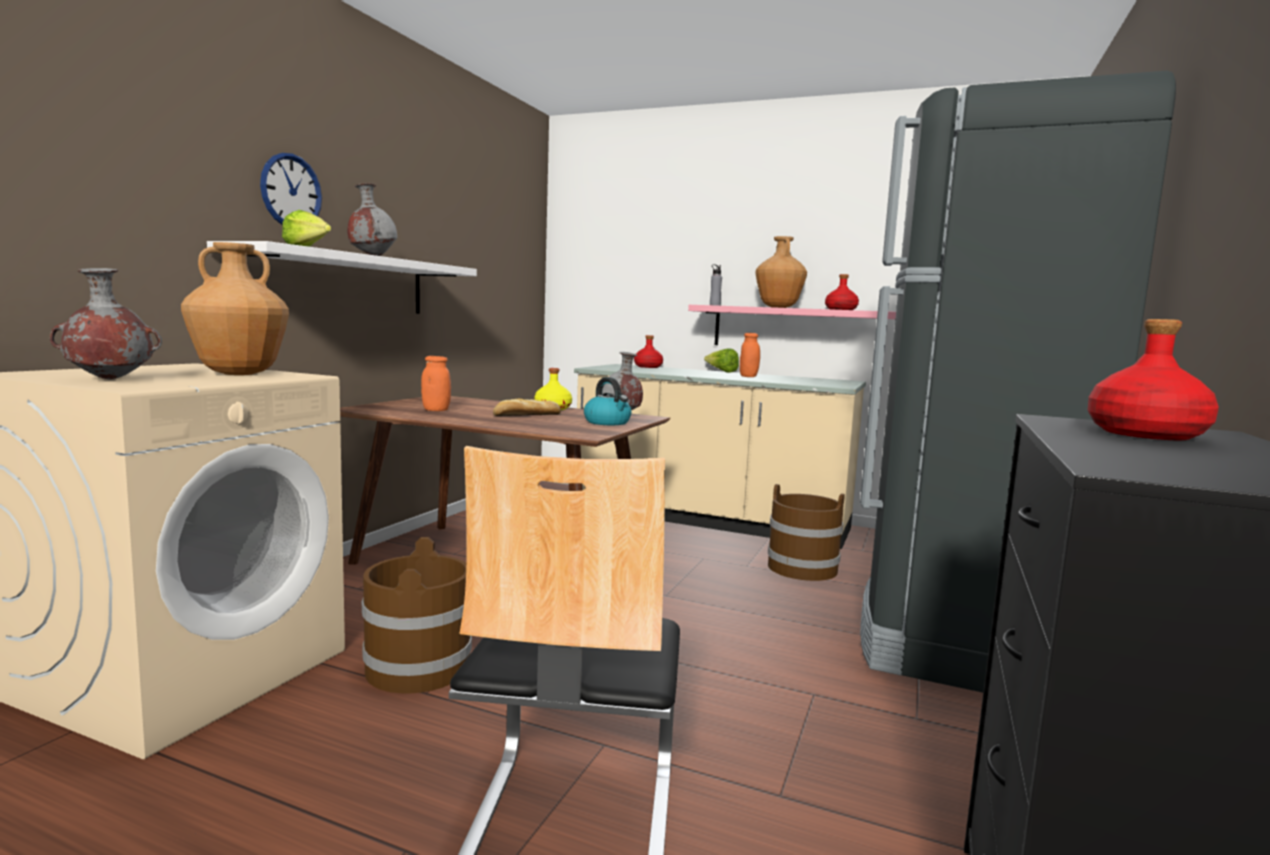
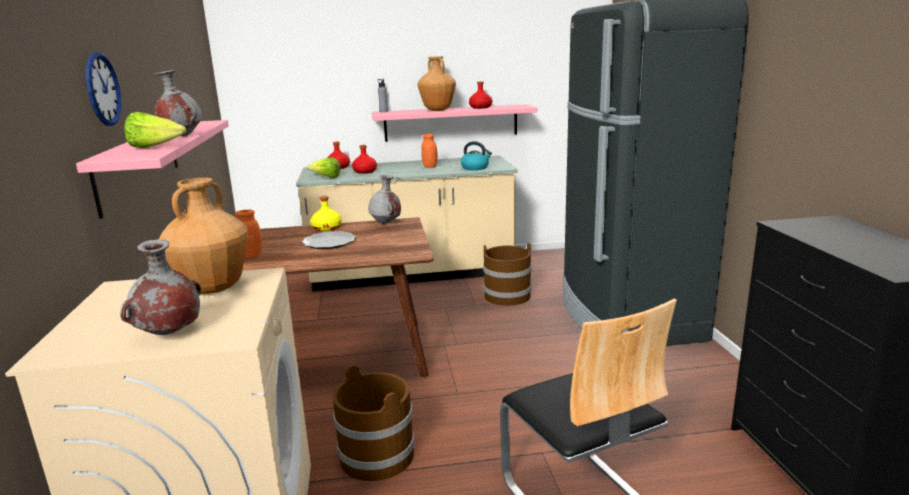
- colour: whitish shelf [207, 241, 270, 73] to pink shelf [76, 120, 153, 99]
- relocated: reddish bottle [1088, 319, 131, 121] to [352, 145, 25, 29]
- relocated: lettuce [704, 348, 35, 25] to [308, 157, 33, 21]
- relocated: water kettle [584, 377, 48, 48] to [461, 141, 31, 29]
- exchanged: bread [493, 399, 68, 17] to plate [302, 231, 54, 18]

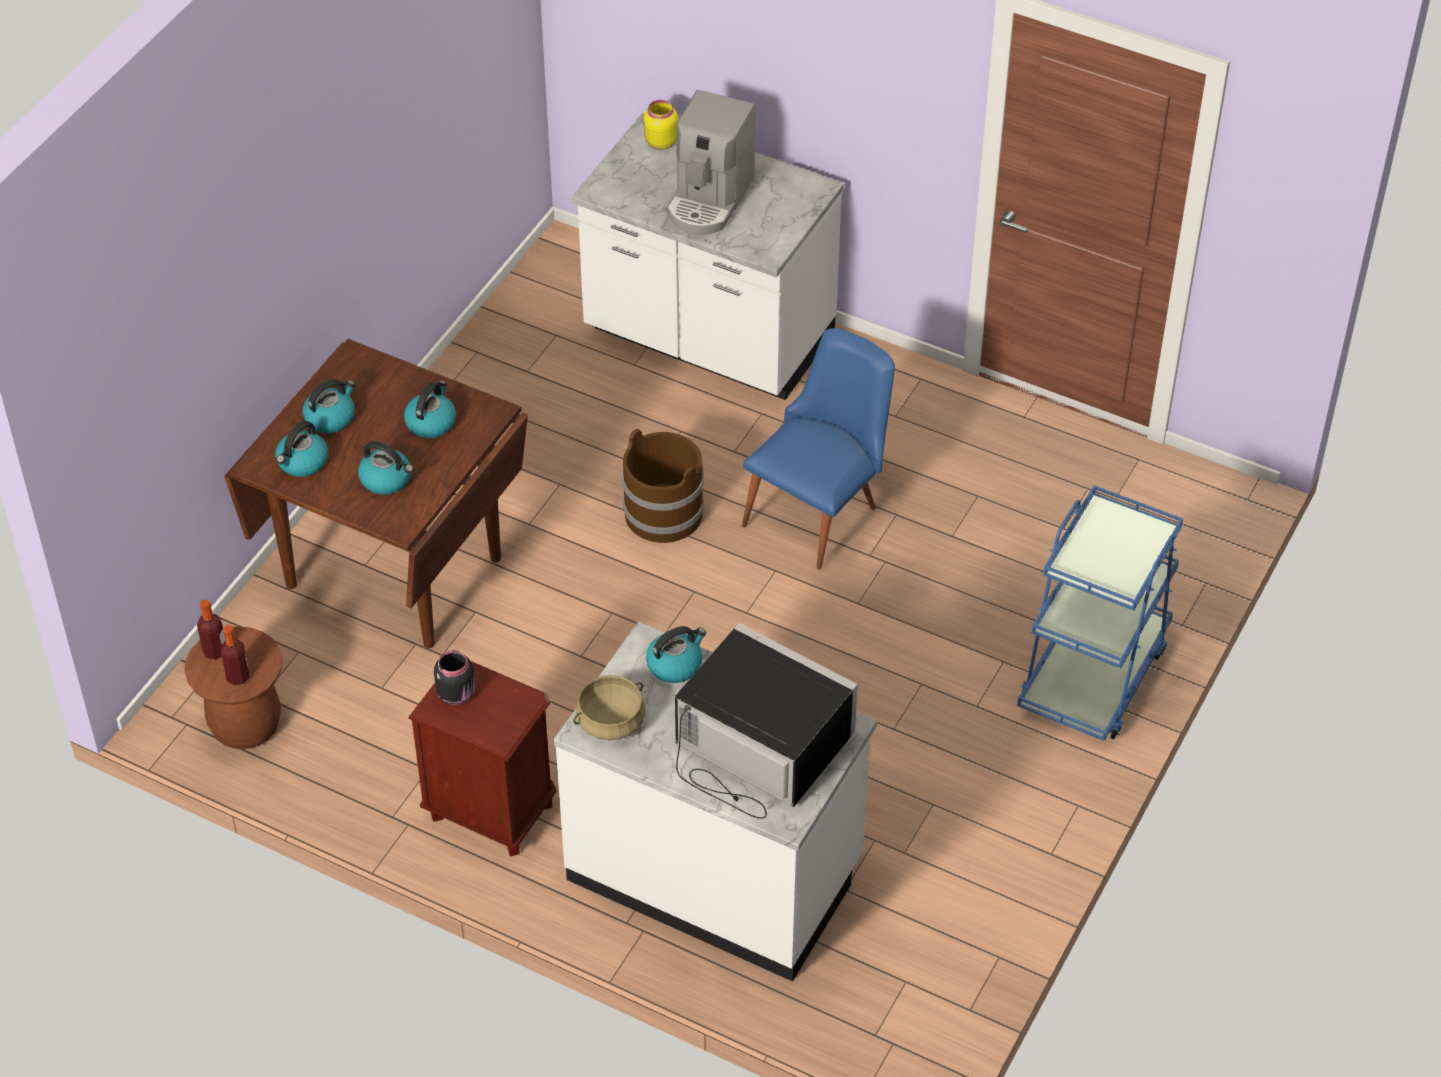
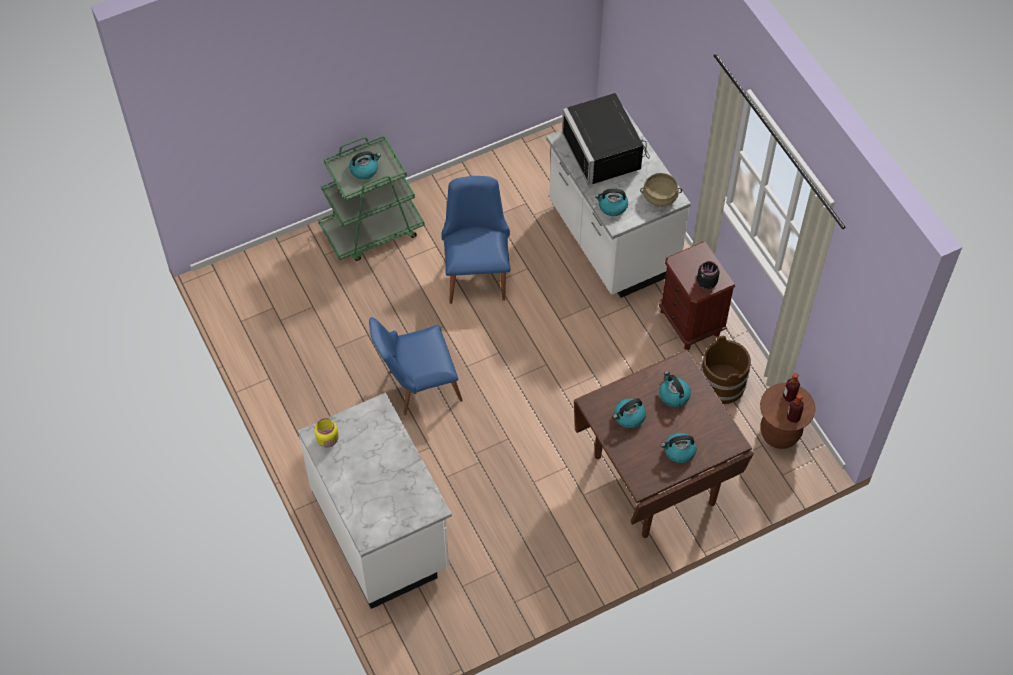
- missing: coffee brewer [666, 90, 90, 145]
- relocated: yellow-coloured storage jar [644, 100, 34, 50] to [314, 418, 25, 29]
- relocated: water kettle [275, 421, 53, 56] to [349, 151, 32, 28]
- relocated: brown water bucket [622, 429, 82, 114] to [701, 336, 50, 68]
- colour: bluish wheeled cart [1017, 485, 166, 256] to green wheeled cart [318, 135, 107, 126]
- appeared: bluish upright chair [441, 176, 70, 128]

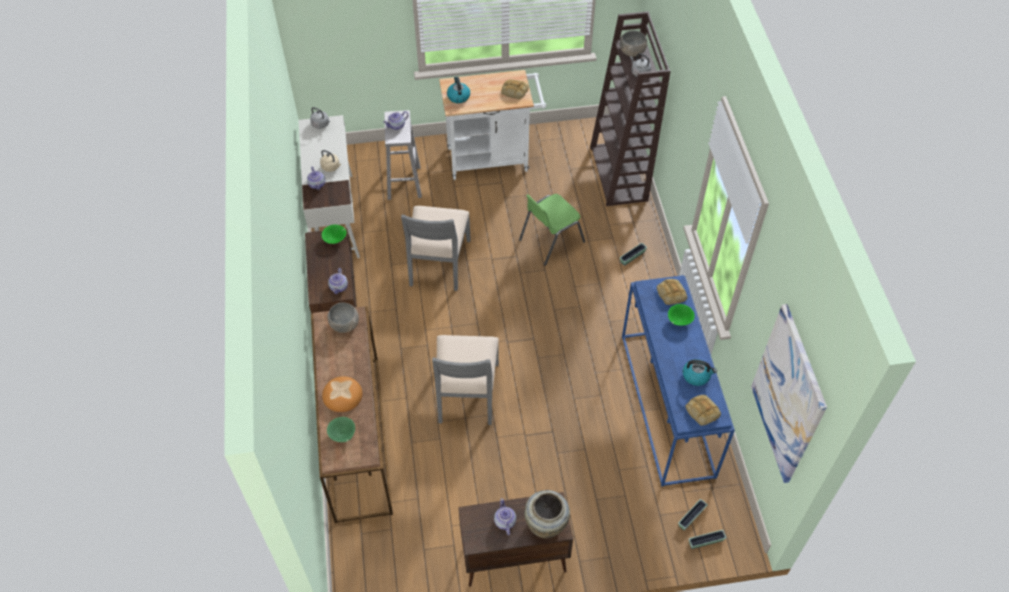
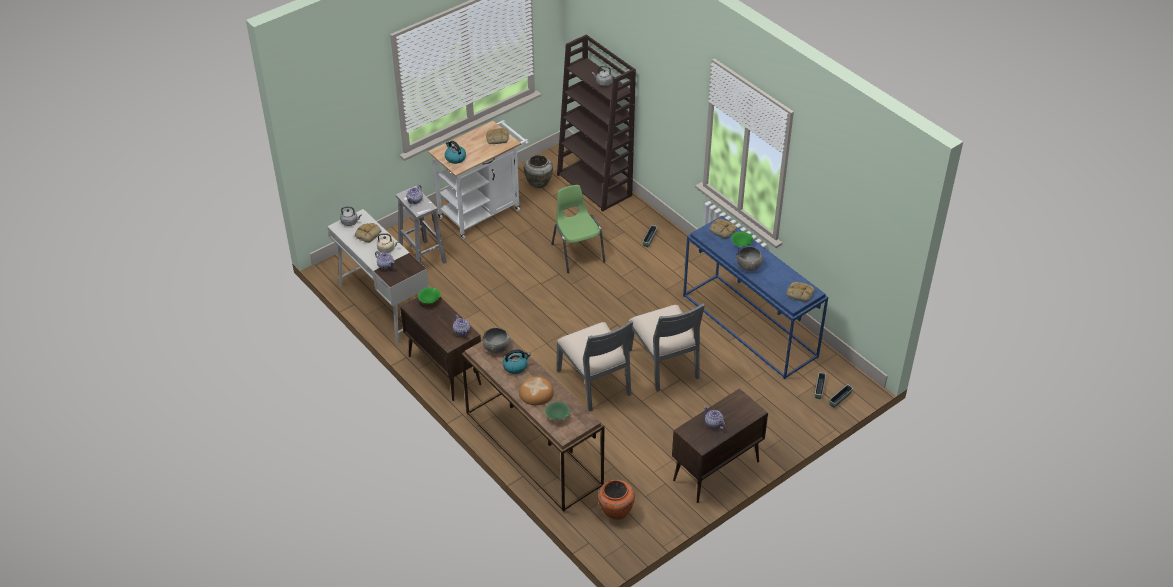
- relocated: gray bowl [620, 31, 27, 26] to [736, 246, 27, 25]
- spun: green upright chair [519, 194, 66, 72] = [552, 185, 53, 88] 135 degrees clockwise
- relocated: gray upright chair [401, 206, 70, 85] to [629, 303, 76, 89]
- missing: wall art [751, 304, 76, 179]
- relocated: water kettle [683, 359, 34, 27] to [503, 349, 28, 25]
- relocated: beige-coloured flower vase [524, 490, 46, 48] to [524, 155, 29, 33]
- appeared: bread [355, 223, 26, 20]
- appeared: orange-coloured flower vase [598, 480, 37, 40]

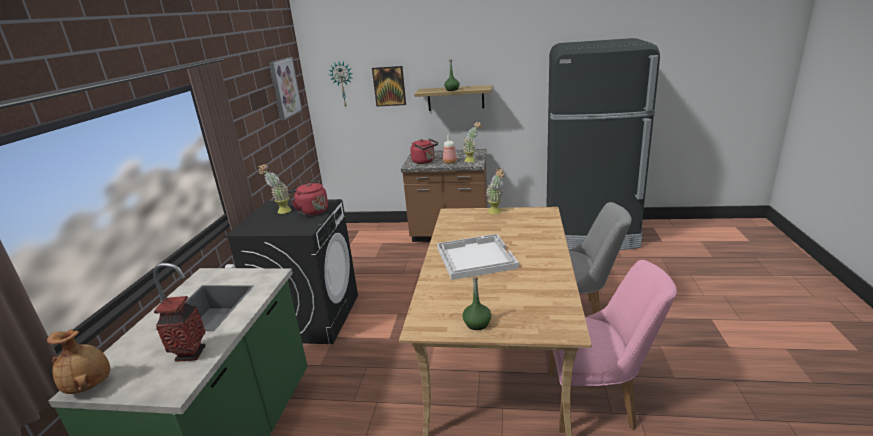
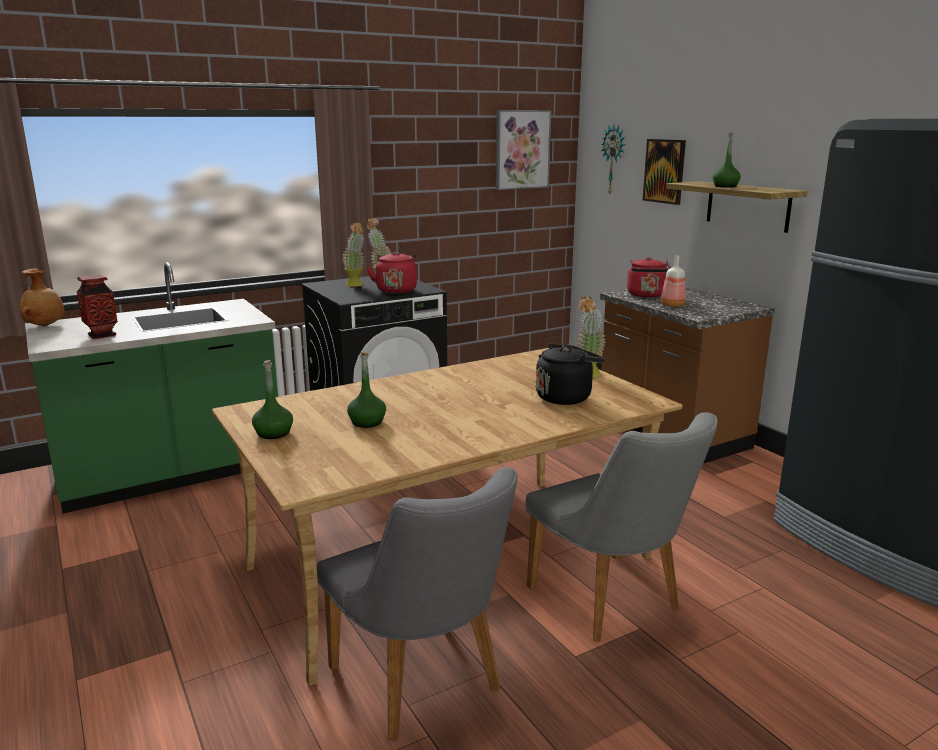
- relocated: plant in a pot [463, 122, 19, 40] to [343, 222, 21, 65]
- missing: whitish carrying tray [437, 234, 82, 46]
- colour: pink upright chair [549, 260, 128, 173] to gray upright chair [317, 468, 201, 272]
- appeared: black water kettle [536, 343, 69, 62]
- appeared: green bottle [347, 351, 39, 77]

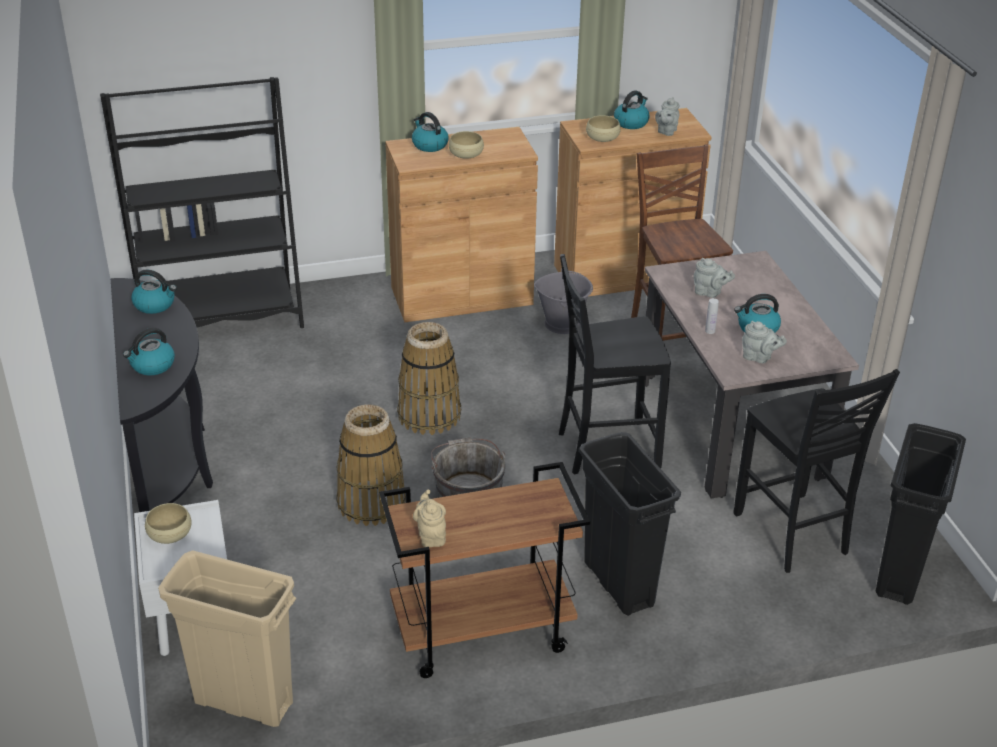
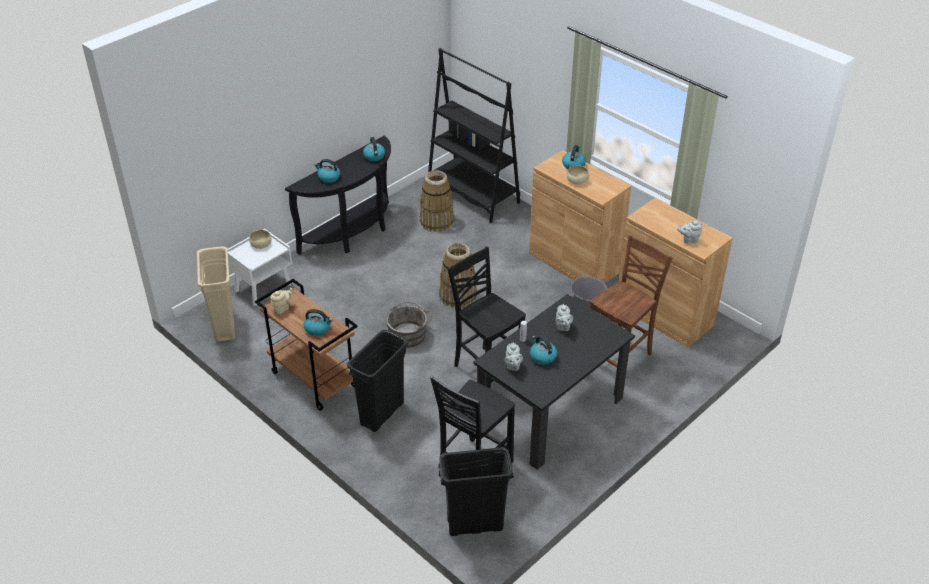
- relocated: water kettle [614, 90, 35, 39] to [304, 309, 29, 27]
- missing: beige-coloured bowl [586, 115, 35, 27]
- colour: beige-coloured dining table [645, 251, 214, 247] to black dining table [473, 294, 162, 176]
- relocated: basket [336, 404, 70, 122] to [419, 170, 35, 62]

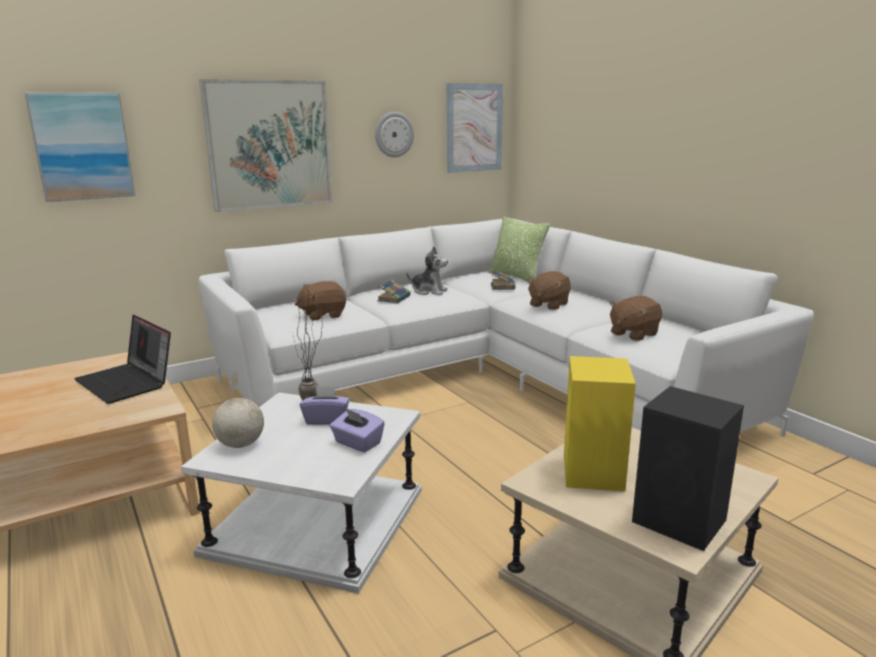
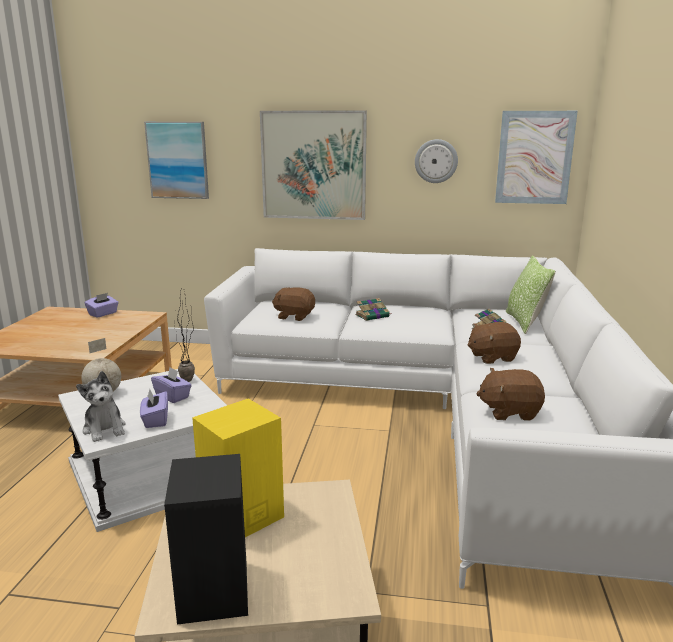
- relocated: soft toy [406, 246, 42, 49] to [76, 371, 50, 71]
- missing: notebook computer [74, 315, 97, 89]
- appeared: purplish box of tissues [85, 293, 34, 25]

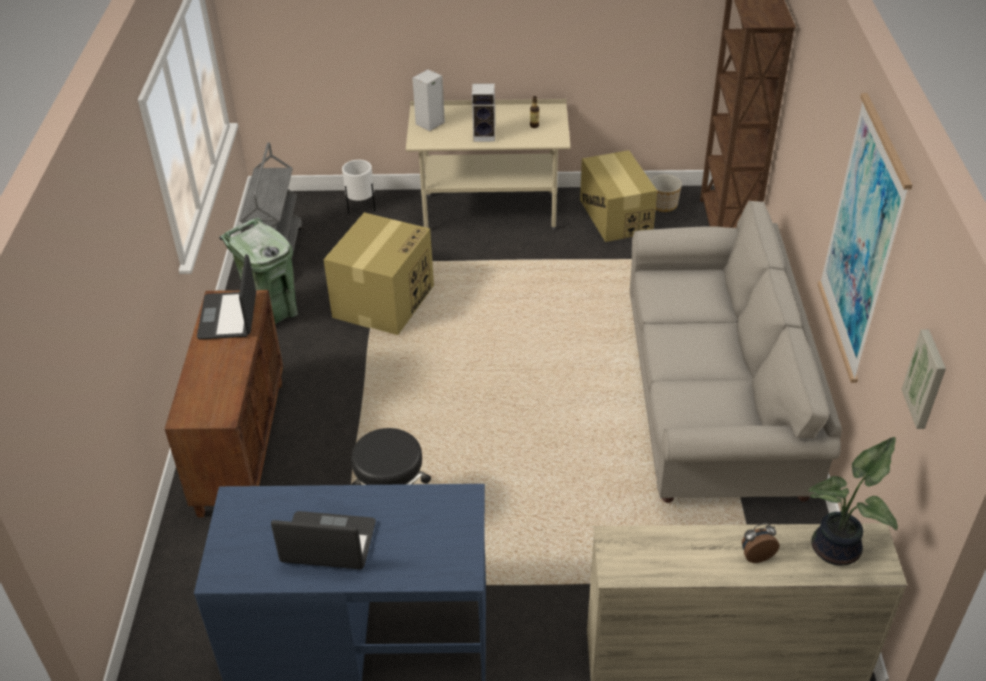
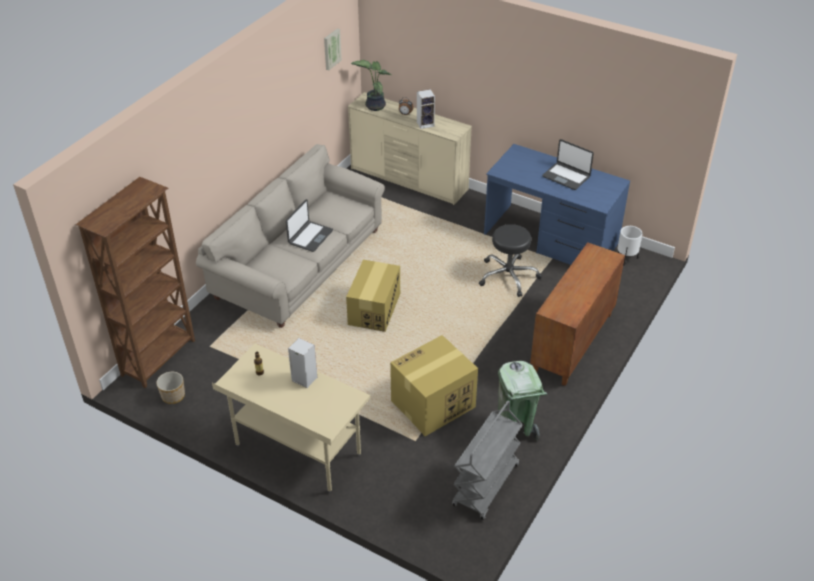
- relocated: loudspeaker [412, 69, 33, 62] to [417, 89, 18, 40]
- missing: wall art [818, 93, 94, 290]
- relocated: packing box [580, 150, 77, 92] to [346, 260, 54, 72]
- relocated: whitish planter [342, 160, 33, 54] to [618, 226, 24, 40]
- relocated: notebook computer [197, 254, 59, 86] to [286, 199, 47, 53]

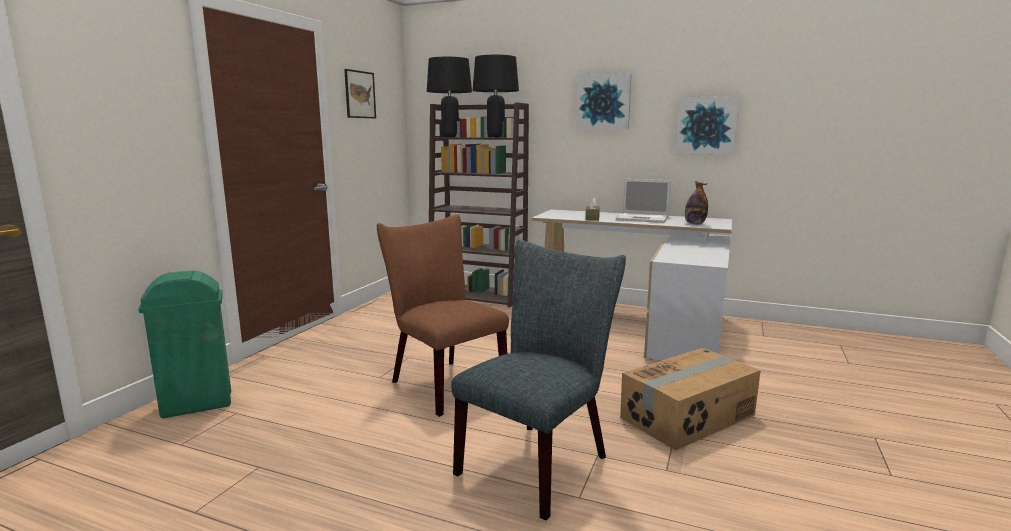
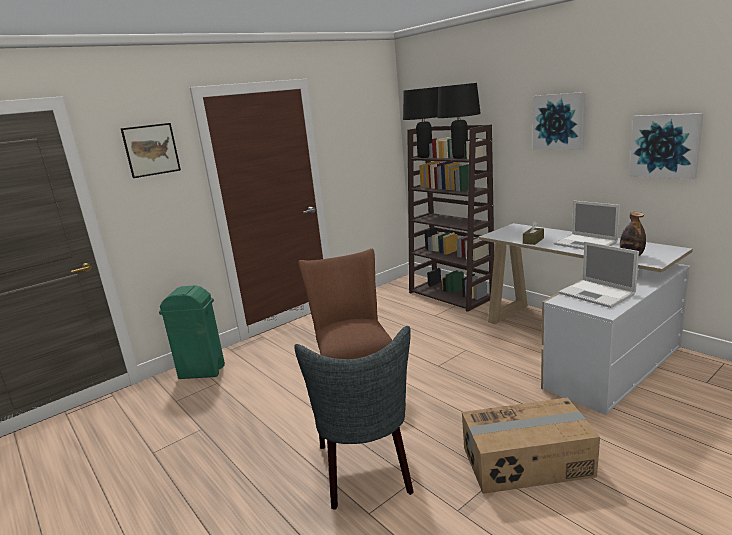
- relocated: wall art [344, 69, 32, 49] to [121, 123, 60, 55]
- spun: gray upright chair [451, 239, 175, 282] = [294, 326, 120, 184] 105 degrees clockwise
- appeared: notebook computer [559, 242, 80, 66]

